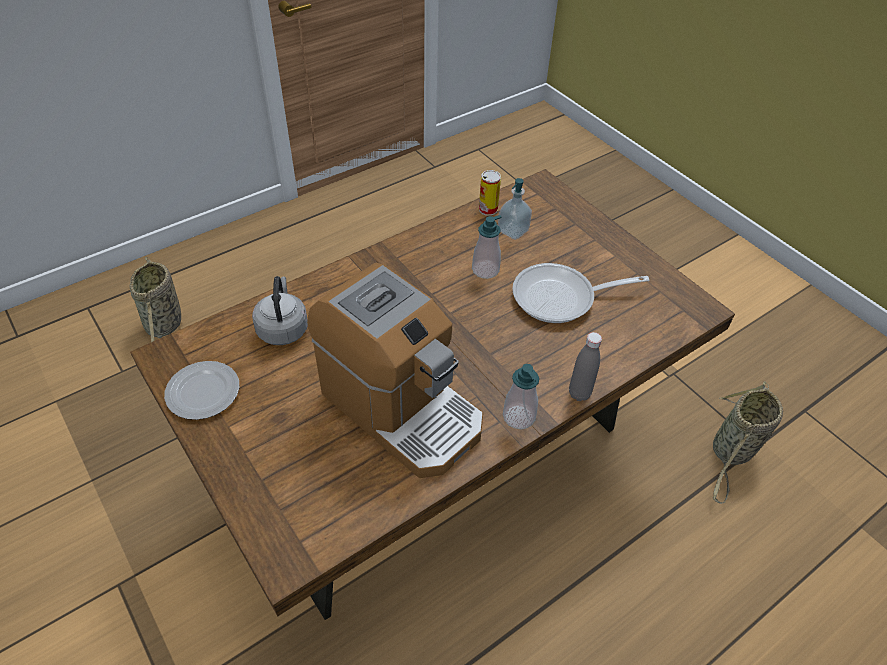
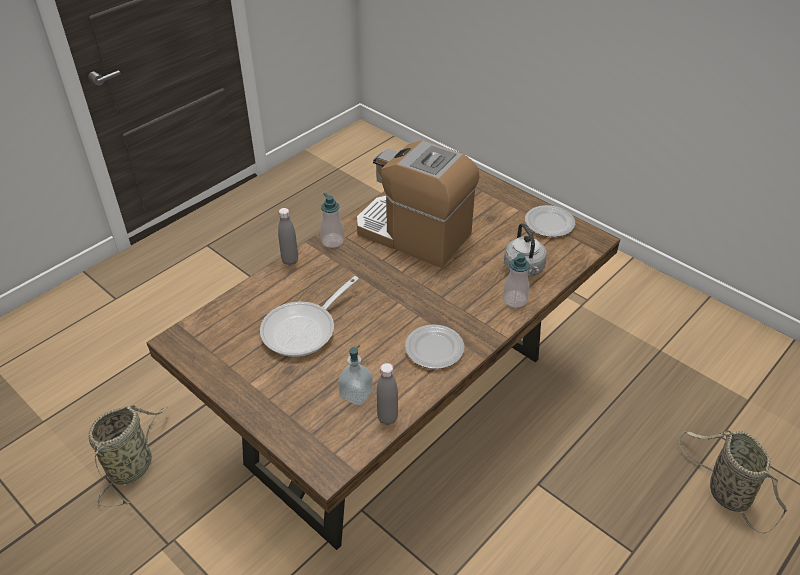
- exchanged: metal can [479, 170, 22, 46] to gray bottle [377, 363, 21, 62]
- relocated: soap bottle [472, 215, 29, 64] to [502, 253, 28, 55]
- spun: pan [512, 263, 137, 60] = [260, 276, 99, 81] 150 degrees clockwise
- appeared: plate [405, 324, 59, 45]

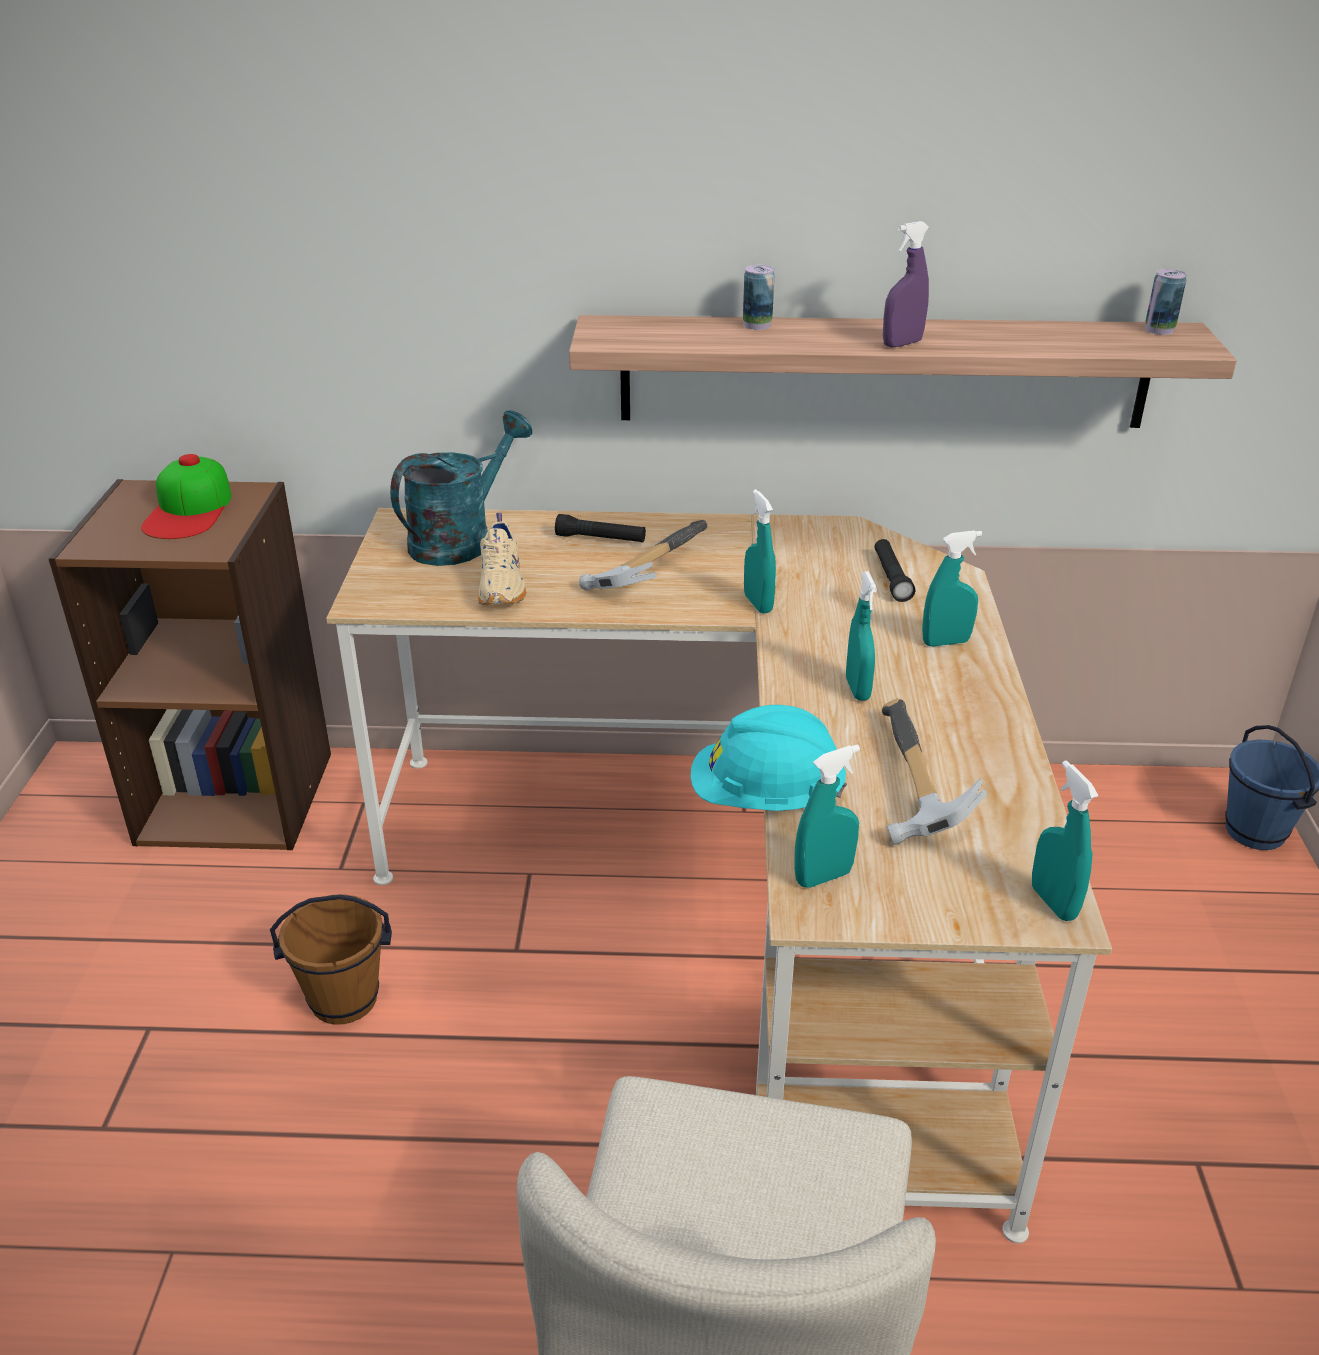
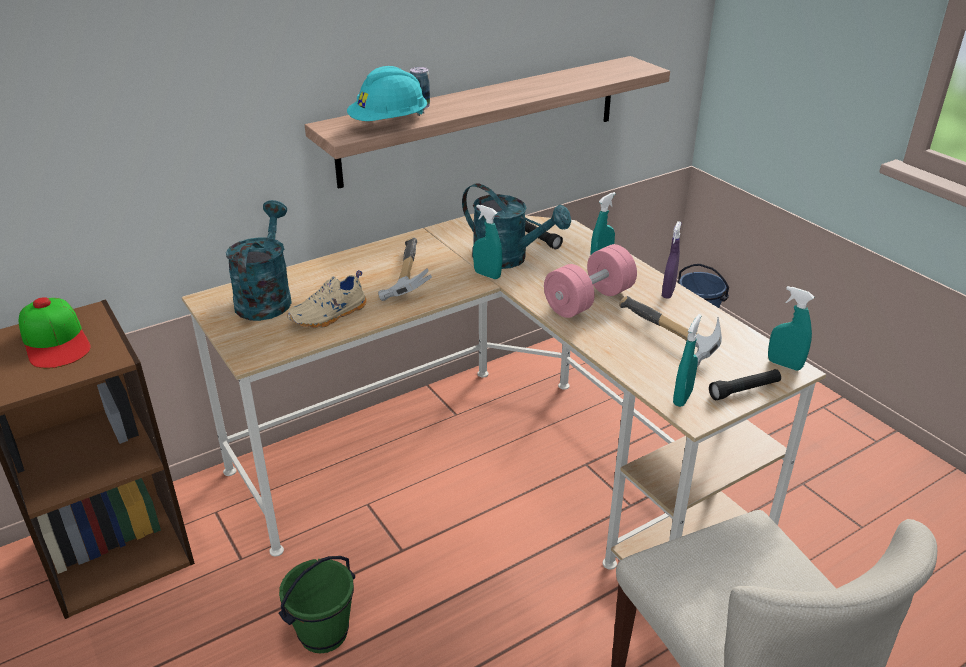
- relocated: purplish hand sprayer [883, 221, 46, 127] to [662, 221, 19, 78]
- missing: metal can [1145, 269, 42, 66]
- spun: beige-coloured low shoe [478, 513, 48, 92] = [287, 270, 80, 58] 90 degrees clockwise
- relocated: black hand torch [555, 514, 91, 28] to [709, 369, 72, 31]
- exchanged: turquoise hand sprayer [846, 571, 31, 129] to pink free weight [544, 244, 93, 74]
- relocated: turquoise hard hat [691, 705, 156, 106] to [347, 66, 80, 55]
- colour: brown water bucket [270, 894, 122, 131] to green water bucket [279, 556, 76, 97]
- appeared: turquoise watering pot [462, 183, 109, 86]

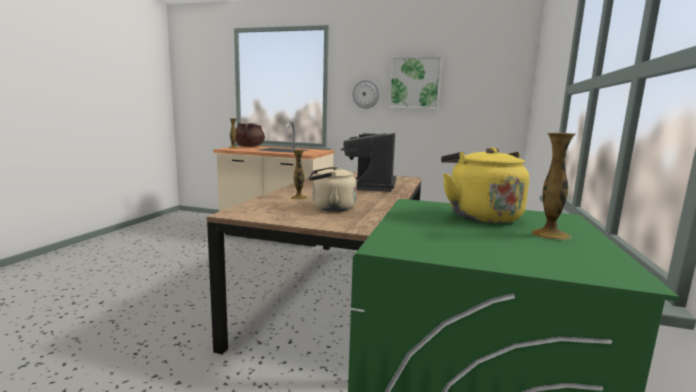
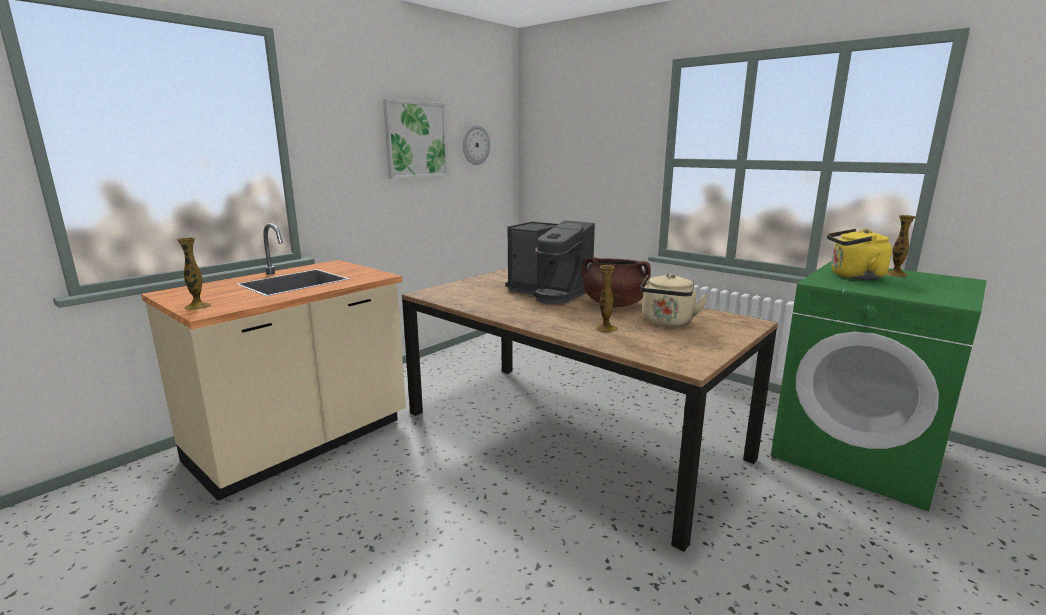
- relocated: wall clock [352, 79, 28, 30] to [462, 125, 28, 40]
- relocated: brown cooking pot [235, 123, 30, 24] to [582, 257, 69, 50]

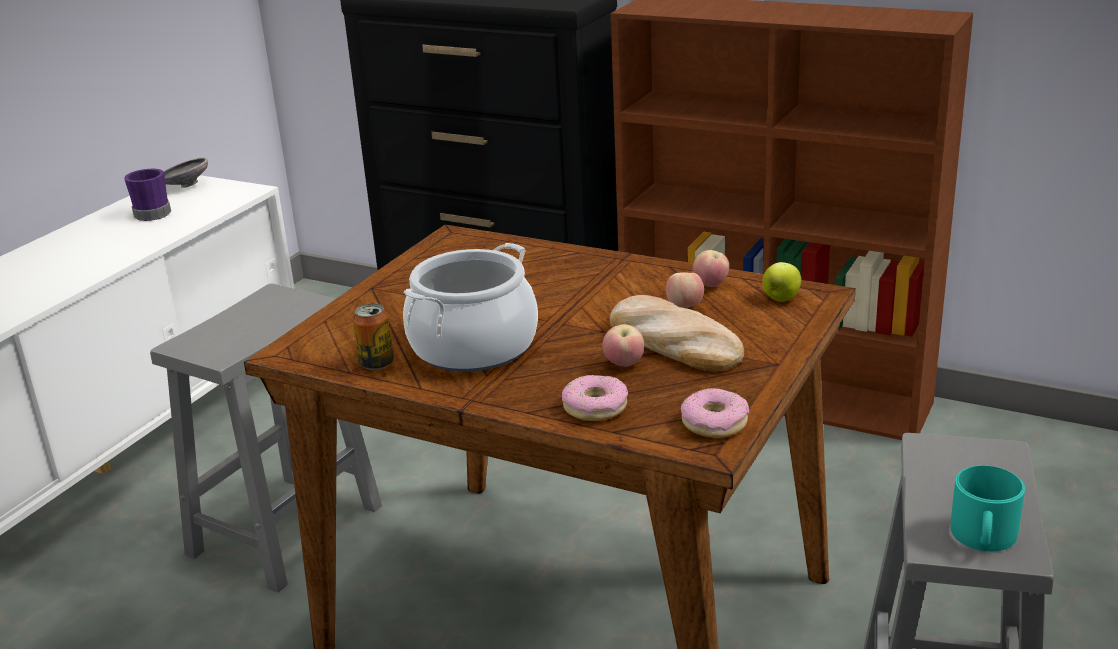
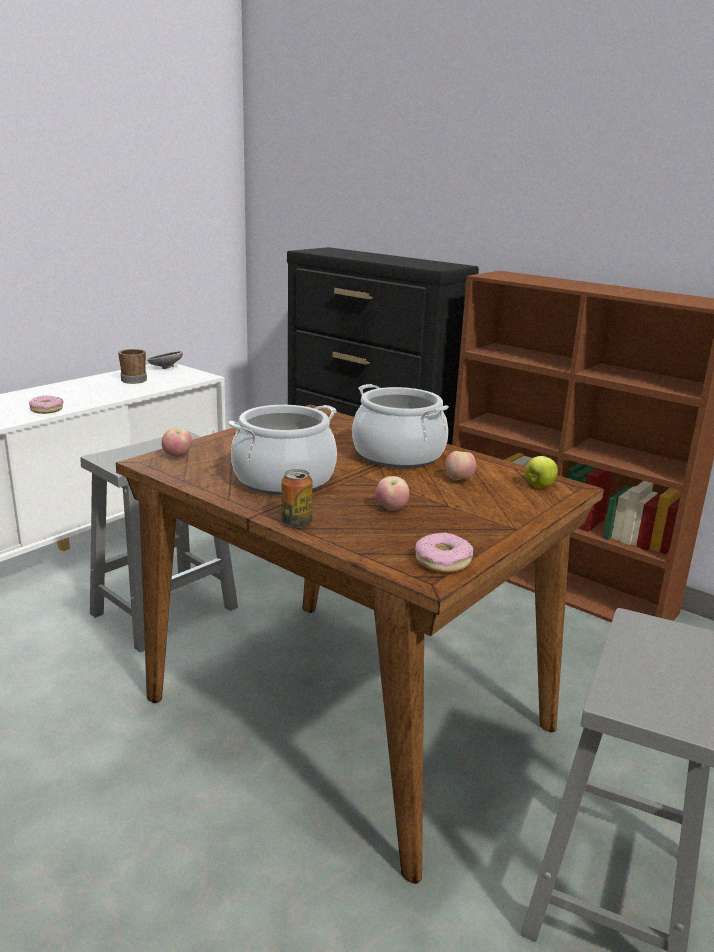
- colour: purplish mug [124, 168, 47, 53] to brown mug [118, 349, 29, 35]
- relocated: apple [693, 250, 36, 37] to [162, 427, 30, 30]
- missing: bread [610, 295, 134, 76]
- relocated: metal can [352, 303, 42, 67] to [281, 469, 32, 59]
- relocated: donut [562, 375, 66, 46] to [29, 396, 35, 18]
- missing: turquoise mug [951, 466, 74, 85]
- appeared: cooking pot [352, 384, 97, 84]

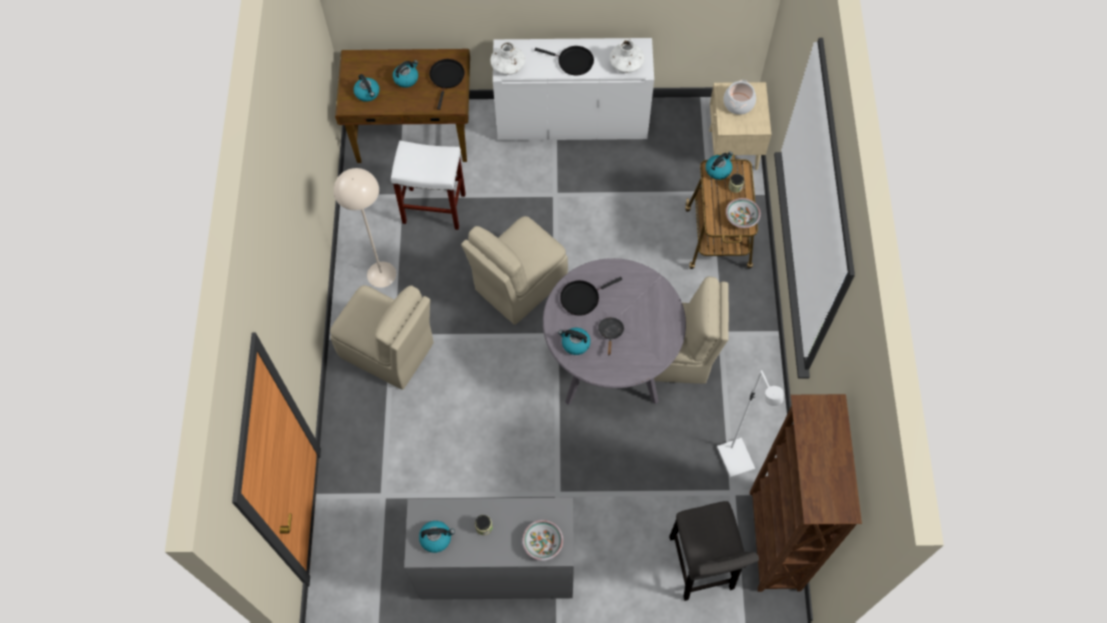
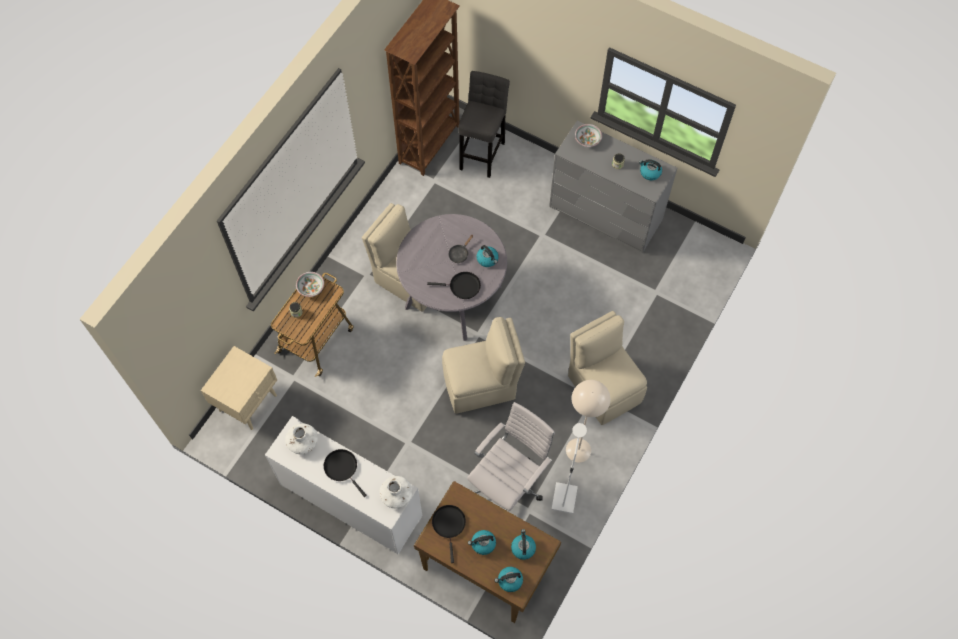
- spun: black pan [429, 59, 36, 51] = [432, 505, 34, 58] 135 degrees clockwise
- missing: cooking pot [723, 80, 33, 35]
- exchanged: whitish stool seat [391, 141, 75, 89] to whitish computer chair [467, 402, 88, 109]
- relocated: water kettle [706, 151, 27, 29] to [495, 567, 28, 25]
- relocated: whitish standing lamp [717, 370, 67, 108] to [551, 423, 36, 91]

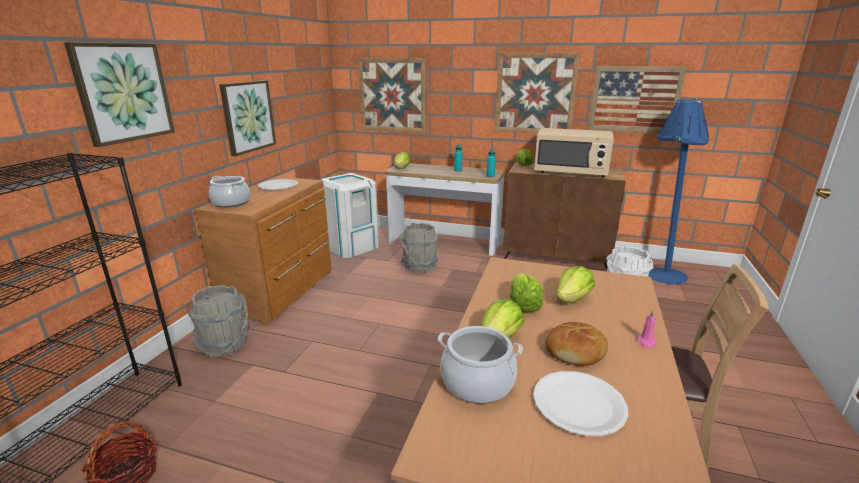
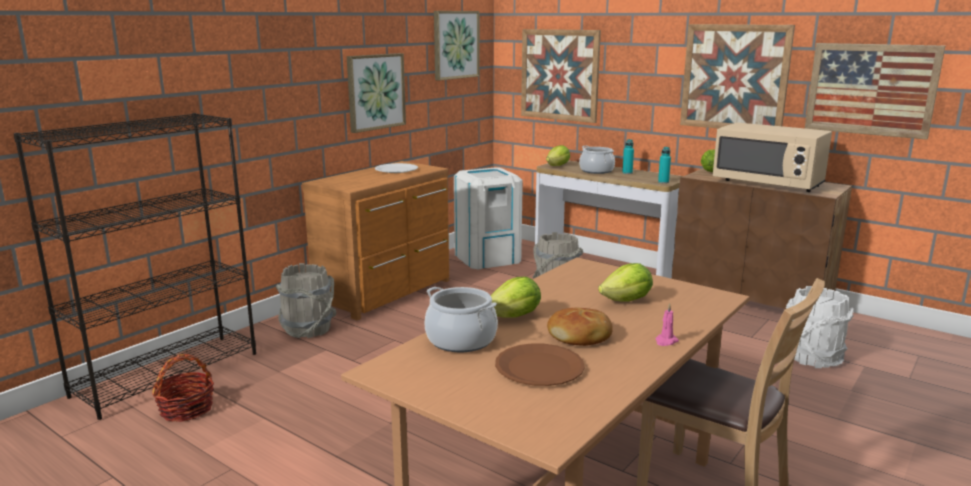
- relocated: wall art [64, 42, 111, 105] to [434, 11, 46, 70]
- missing: bluish standing lamp [648, 98, 61, 187]
- relocated: cooking pot [209, 176, 41, 31] to [579, 146, 36, 28]
- missing: lettuce [510, 273, 33, 39]
- colour: whitish plate [533, 371, 95, 65] to brown plate [495, 343, 90, 43]

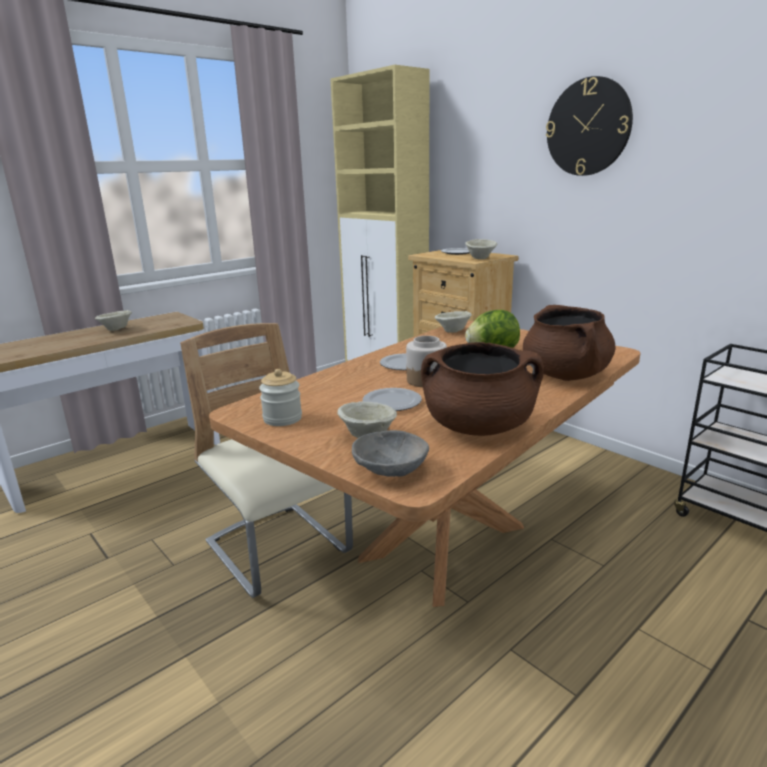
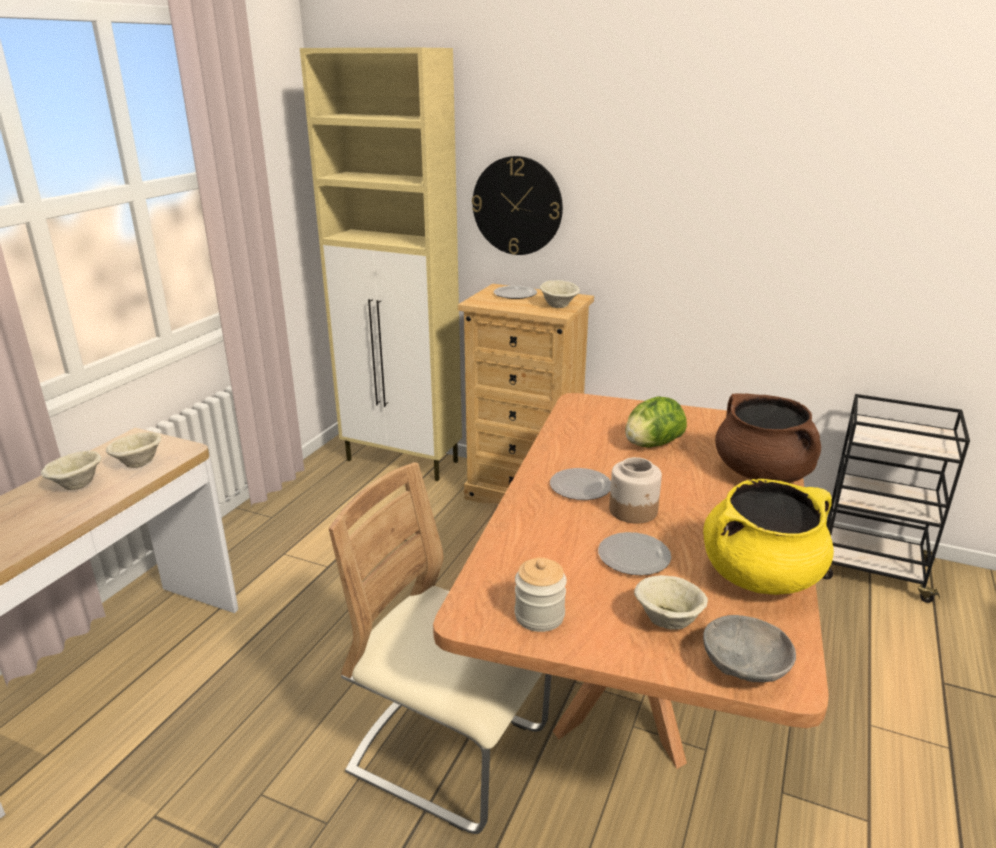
- relocated: wall clock [546, 76, 87, 100] to [472, 156, 91, 99]
- relocated: beige-coloured bowl [435, 311, 37, 22] to [106, 432, 56, 36]
- colour: brown cooking pot [421, 342, 123, 94] to yellow-coloured cooking pot [703, 479, 131, 116]

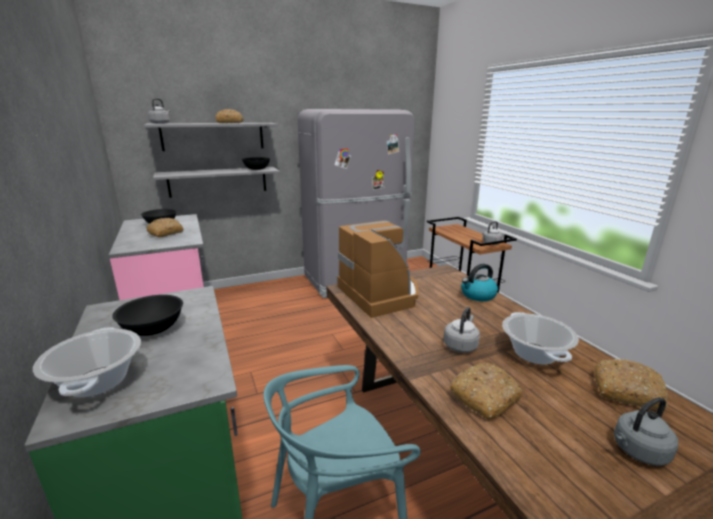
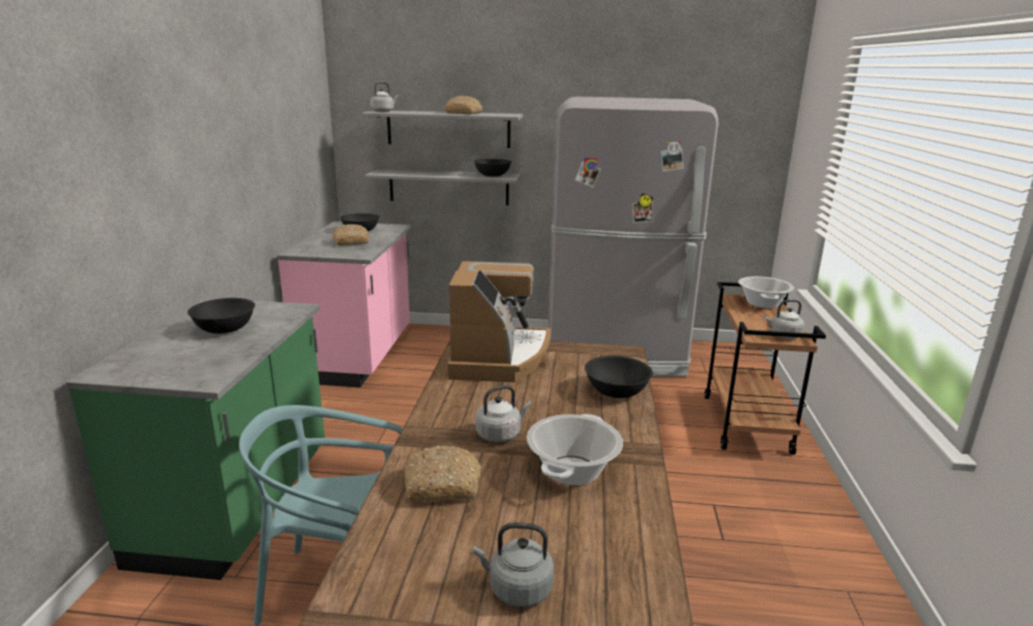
- exchanged: water kettle [461, 264, 37, 37] to black bowl [585, 356, 68, 42]
- relocated: cooking pot [33, 327, 108, 70] to [738, 276, 56, 32]
- missing: bread [595, 359, 73, 51]

